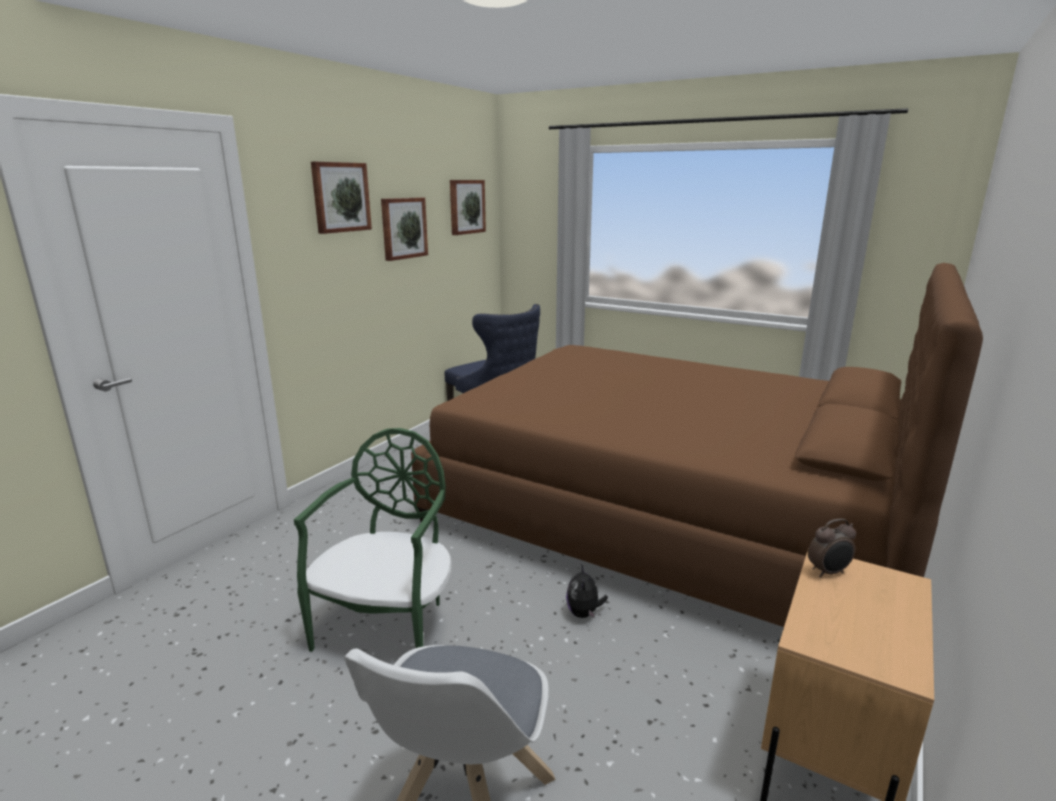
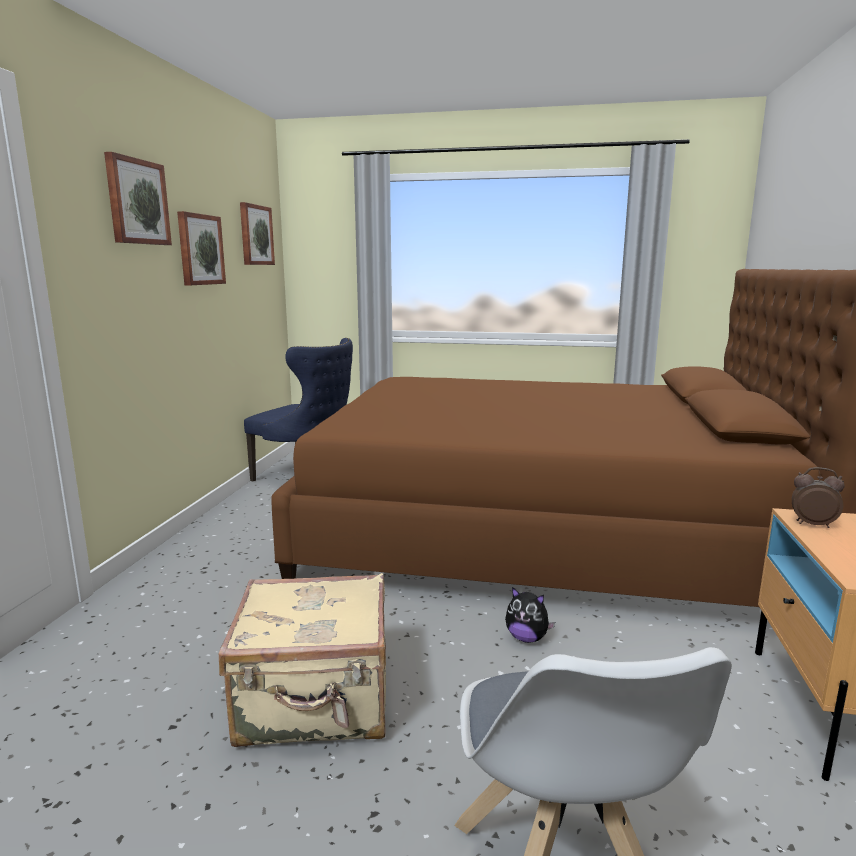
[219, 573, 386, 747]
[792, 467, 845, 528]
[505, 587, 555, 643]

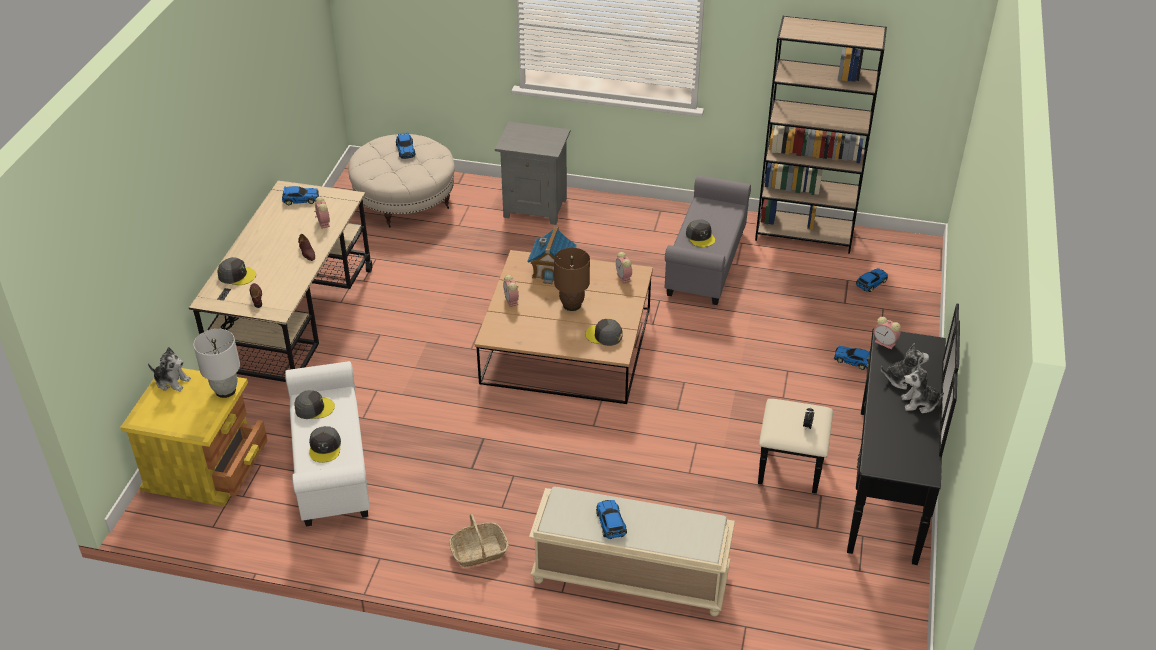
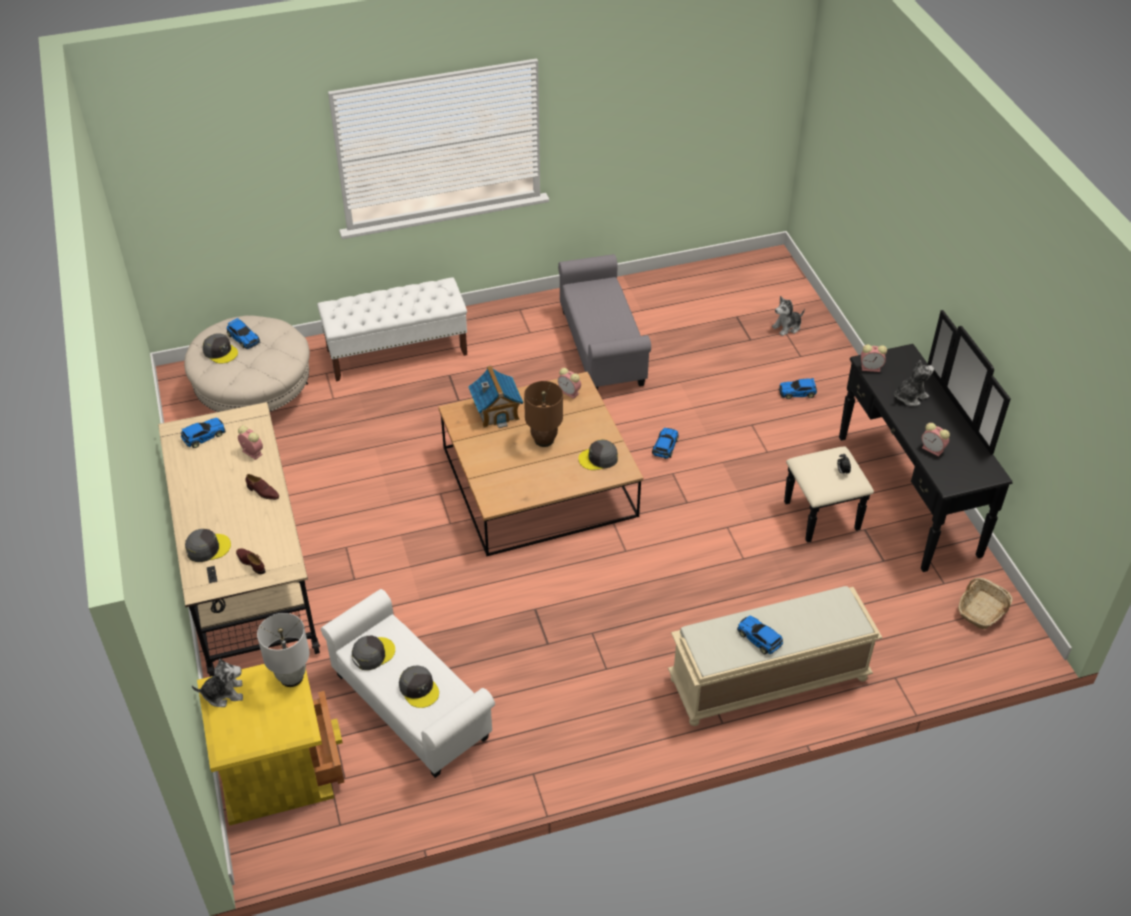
[755, 16, 887, 253] (first image)
[317, 277, 467, 381]
[203, 333, 238, 363]
[652, 428, 679, 459]
[922, 423, 950, 457]
[772, 296, 805, 336]
[958, 578, 1012, 629]

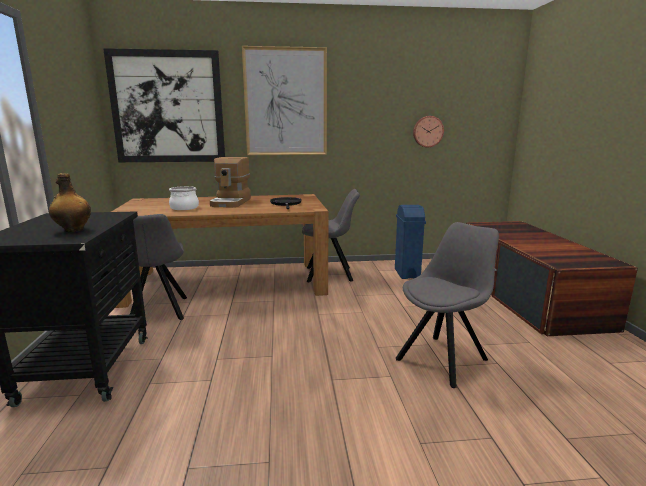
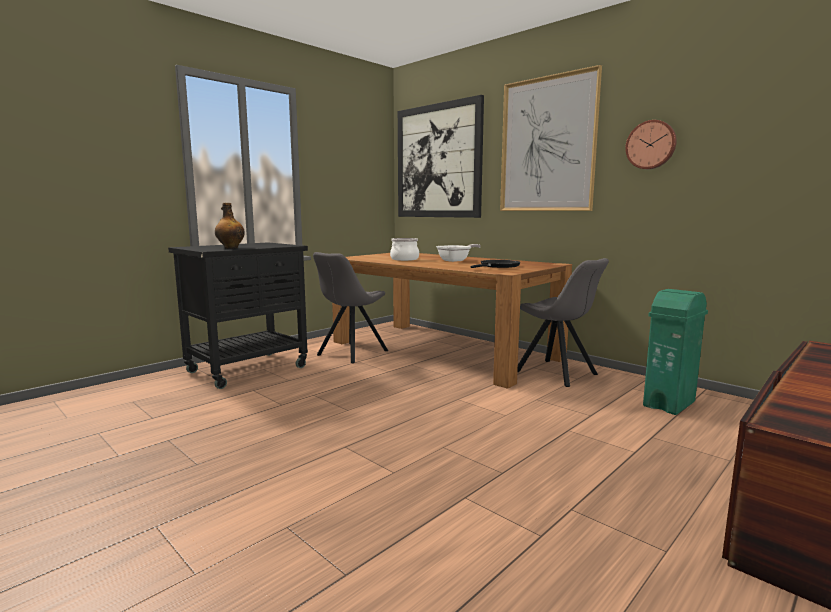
[625, 120, 677, 169]
[436, 244, 481, 262]
[643, 289, 708, 415]
[396, 222, 499, 388] (first image)

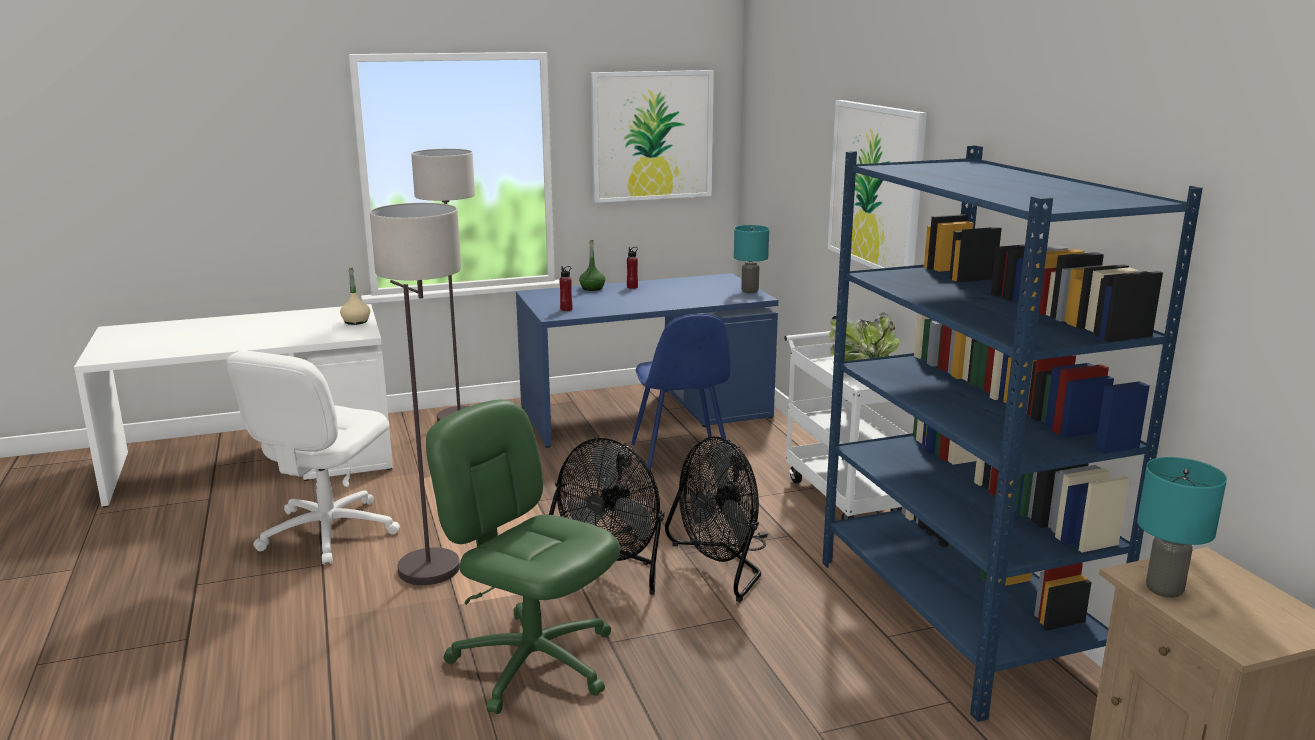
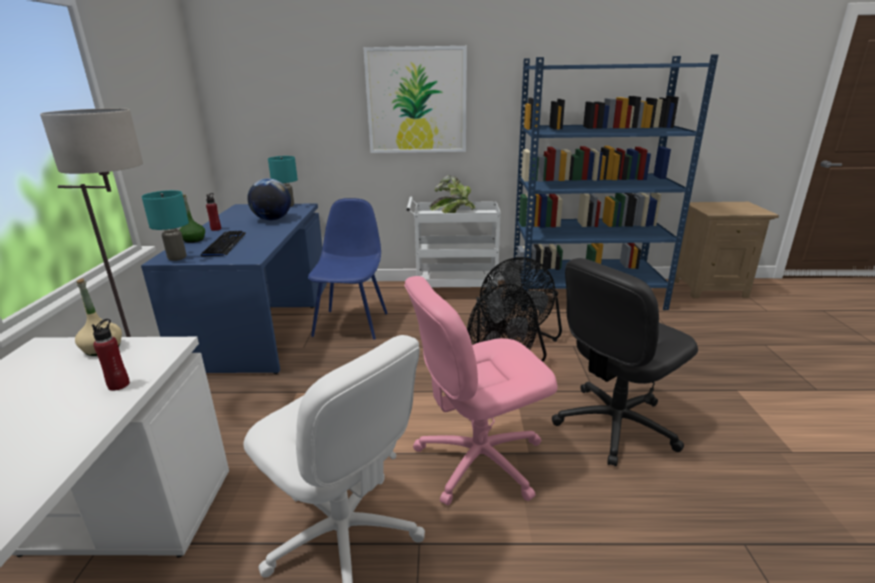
[591, 70, 714, 203] (first image)
[404, 276, 558, 506]
[92, 319, 130, 391]
[308, 198, 388, 340]
[552, 258, 698, 467]
[142, 190, 189, 261]
[247, 178, 291, 220]
[201, 231, 246, 257]

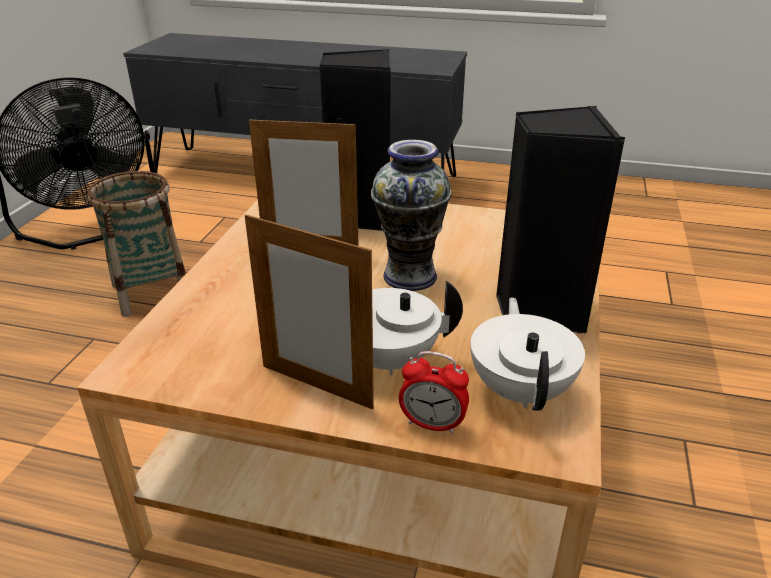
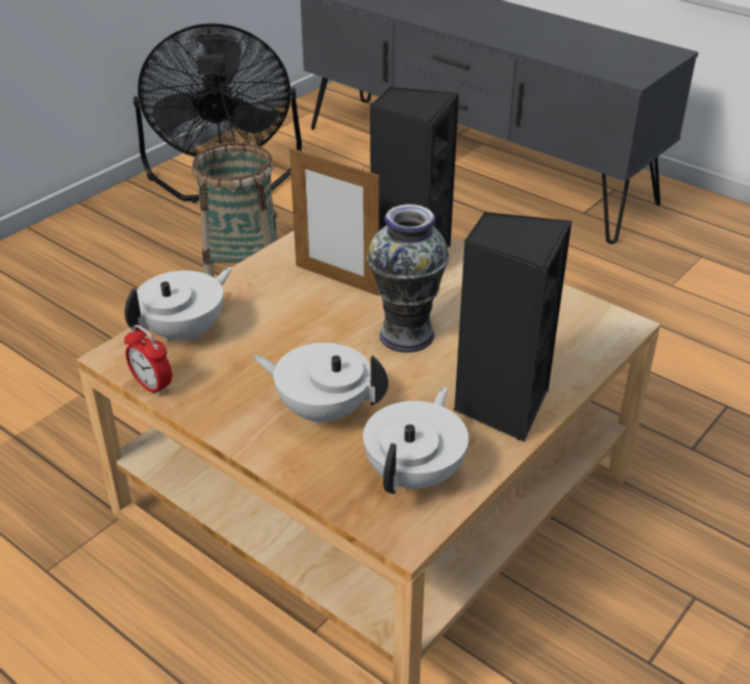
[245, 213, 374, 410] (first image)
[124, 325, 172, 397]
[125, 267, 232, 343]

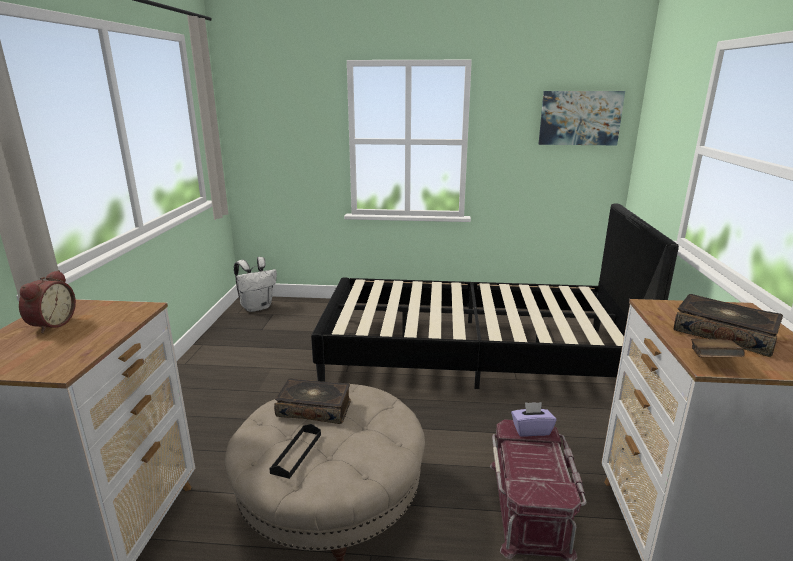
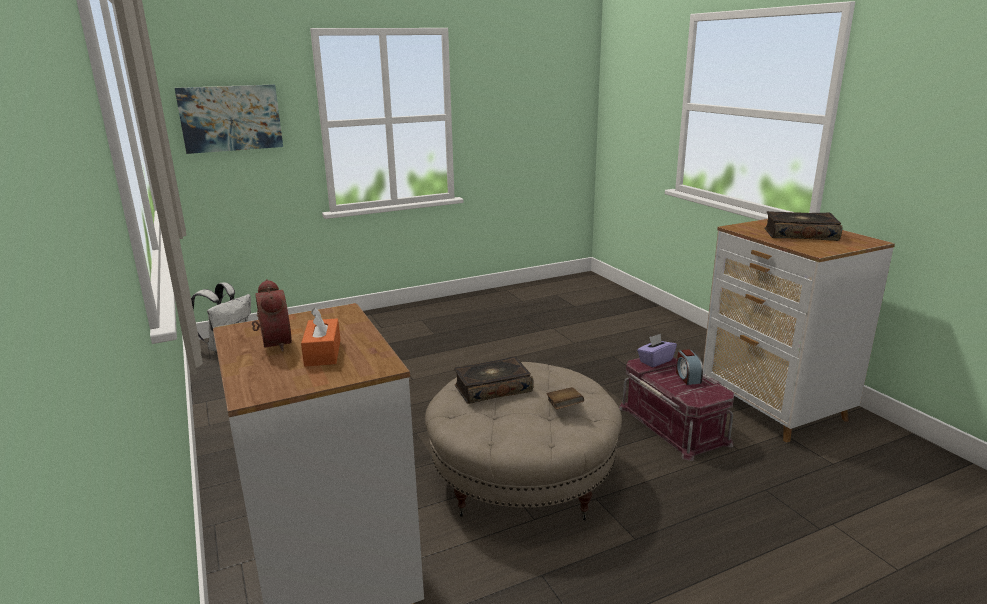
[175, 84, 283, 154]
[311, 204, 679, 389] (first image)
[546, 387, 584, 409]
[269, 424, 321, 479] (first image)
[301, 307, 340, 367]
[676, 349, 703, 385]

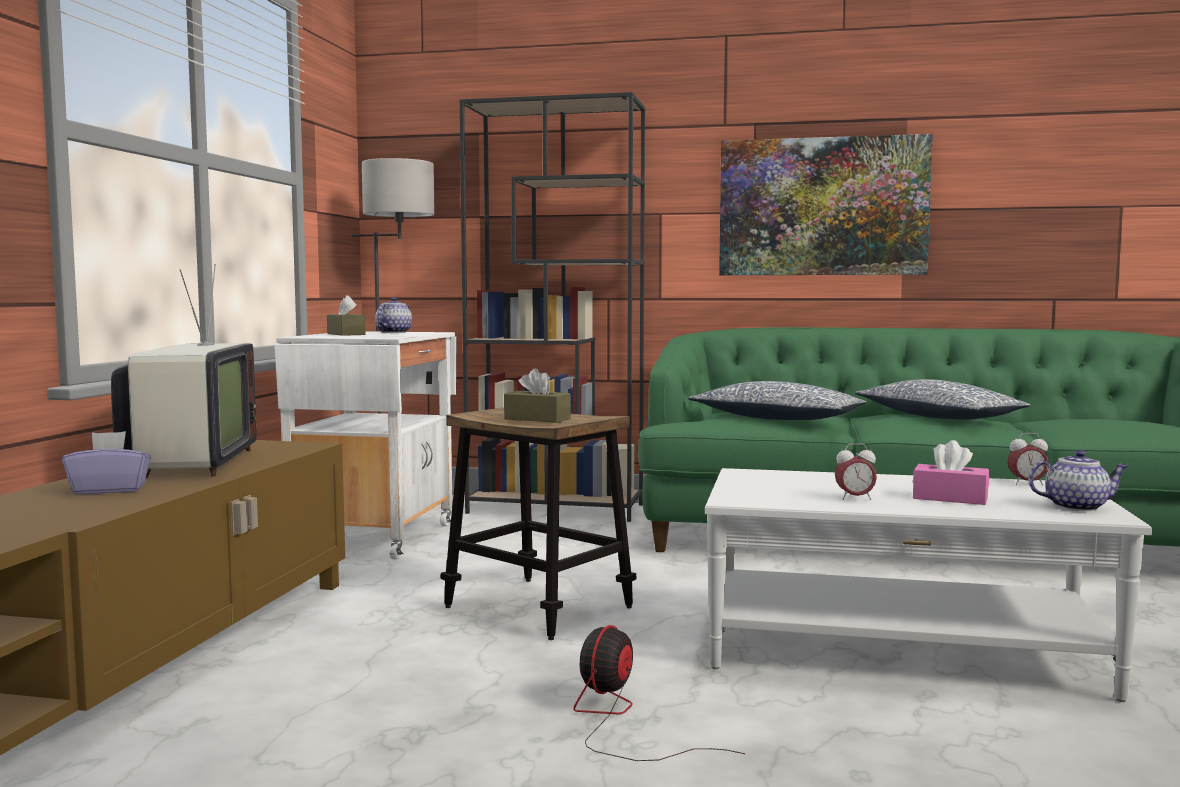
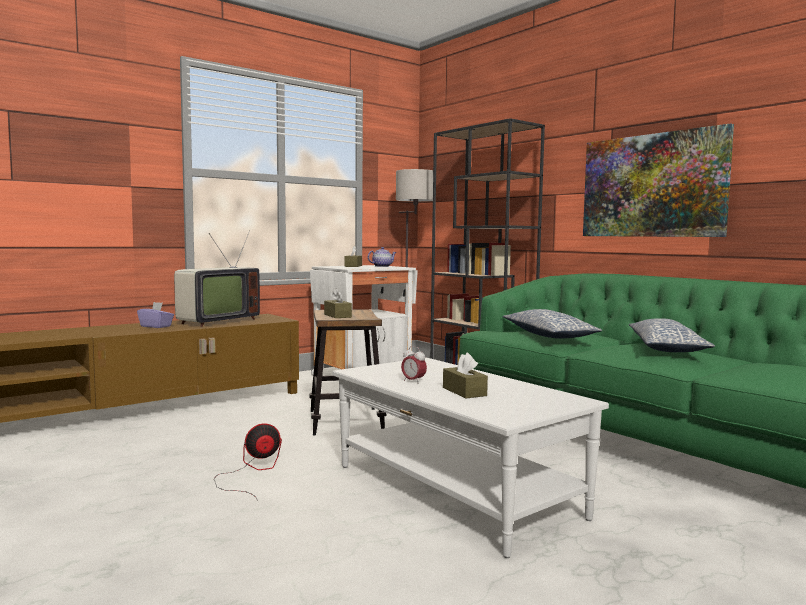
[1008, 433, 1049, 485] (first image)
[443, 353, 488, 398]
[1028, 450, 1128, 511] (first image)

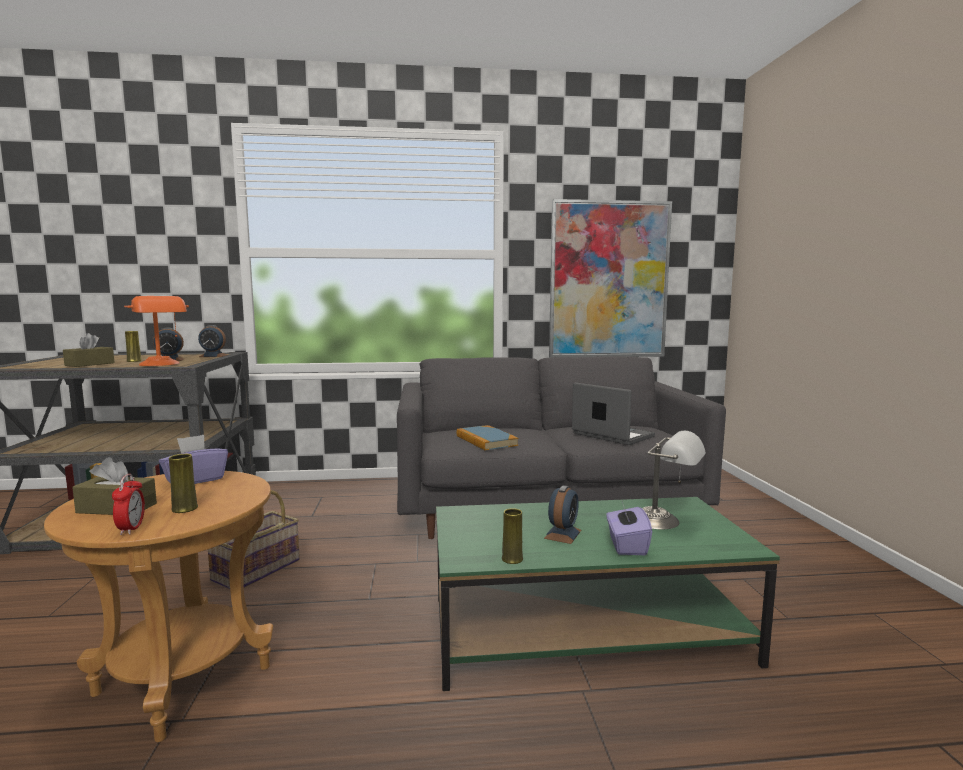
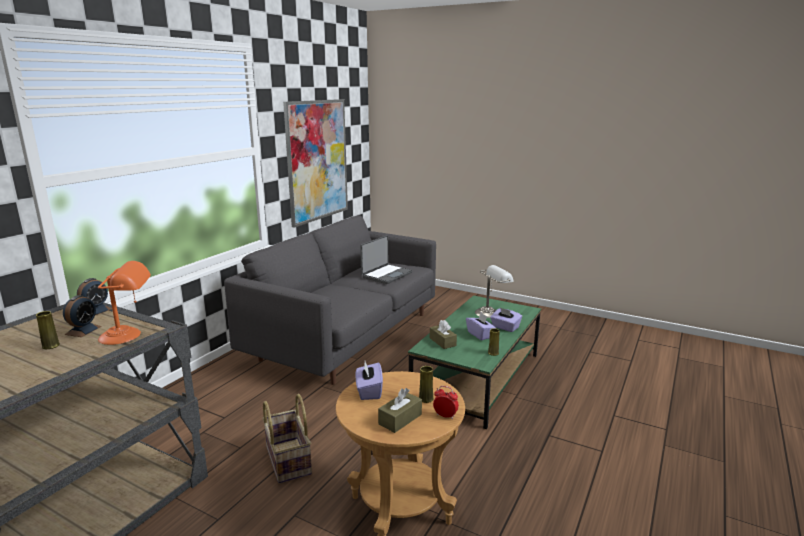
[430, 320, 457, 349]
[360, 235, 413, 284]
[457, 425, 518, 450] (first image)
[466, 313, 496, 340]

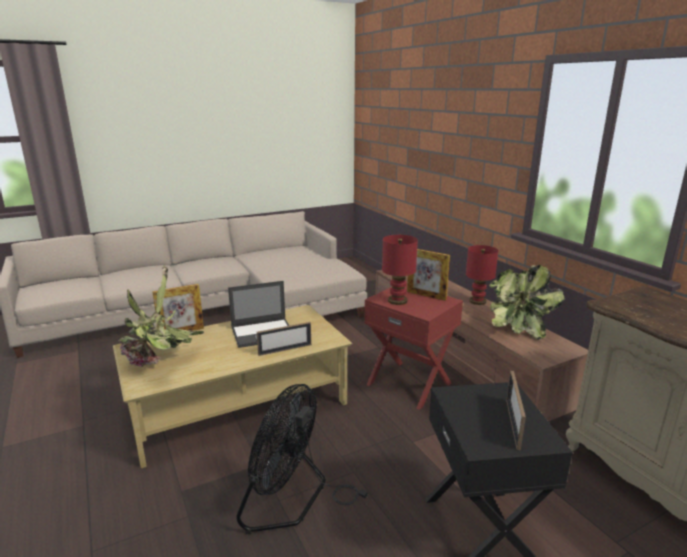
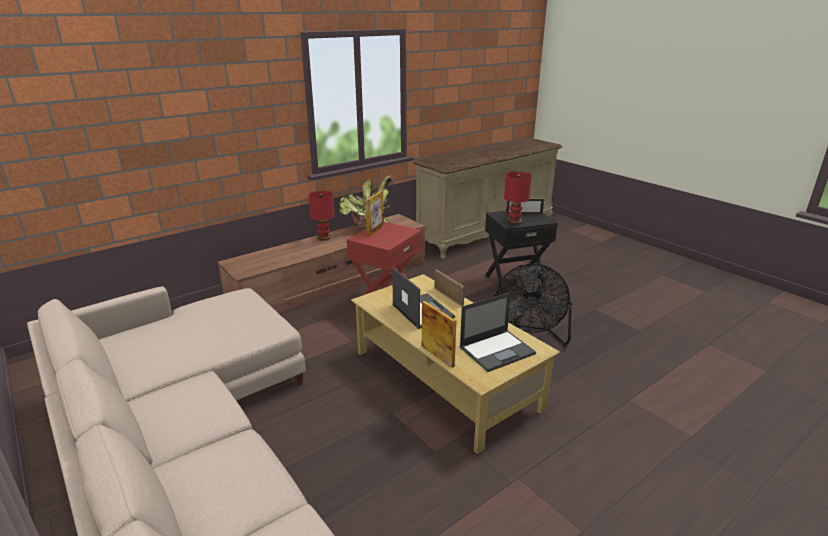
[504, 171, 532, 224]
[459, 292, 536, 372]

